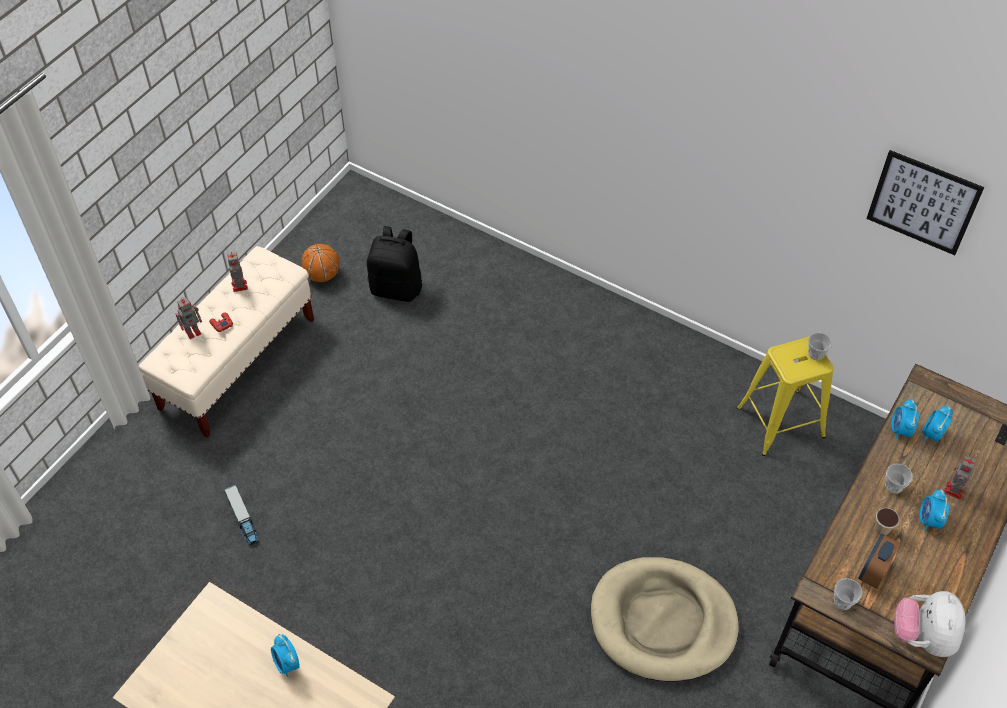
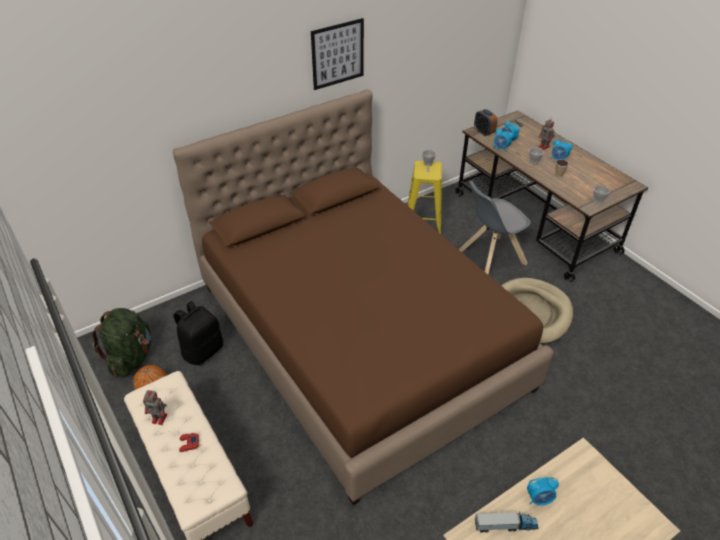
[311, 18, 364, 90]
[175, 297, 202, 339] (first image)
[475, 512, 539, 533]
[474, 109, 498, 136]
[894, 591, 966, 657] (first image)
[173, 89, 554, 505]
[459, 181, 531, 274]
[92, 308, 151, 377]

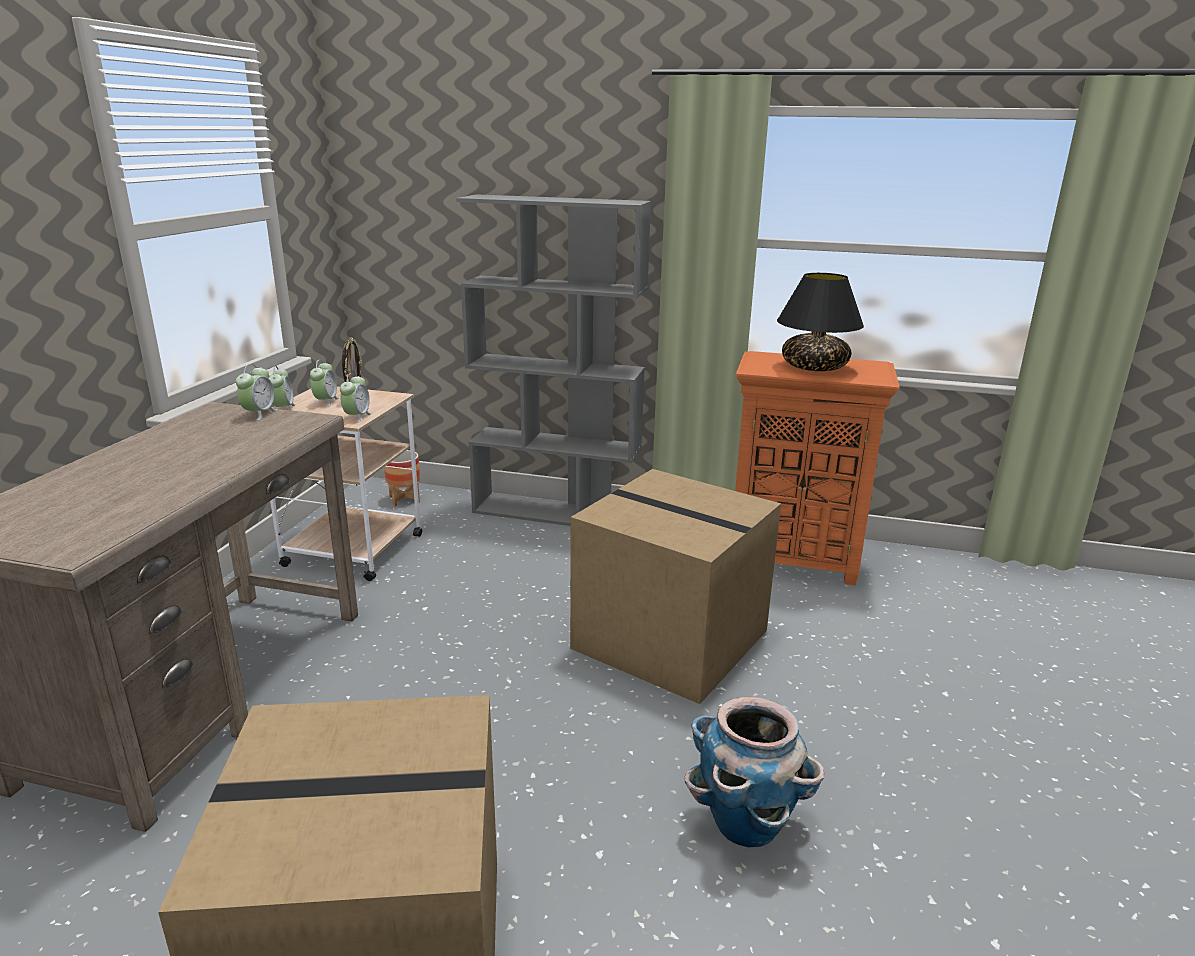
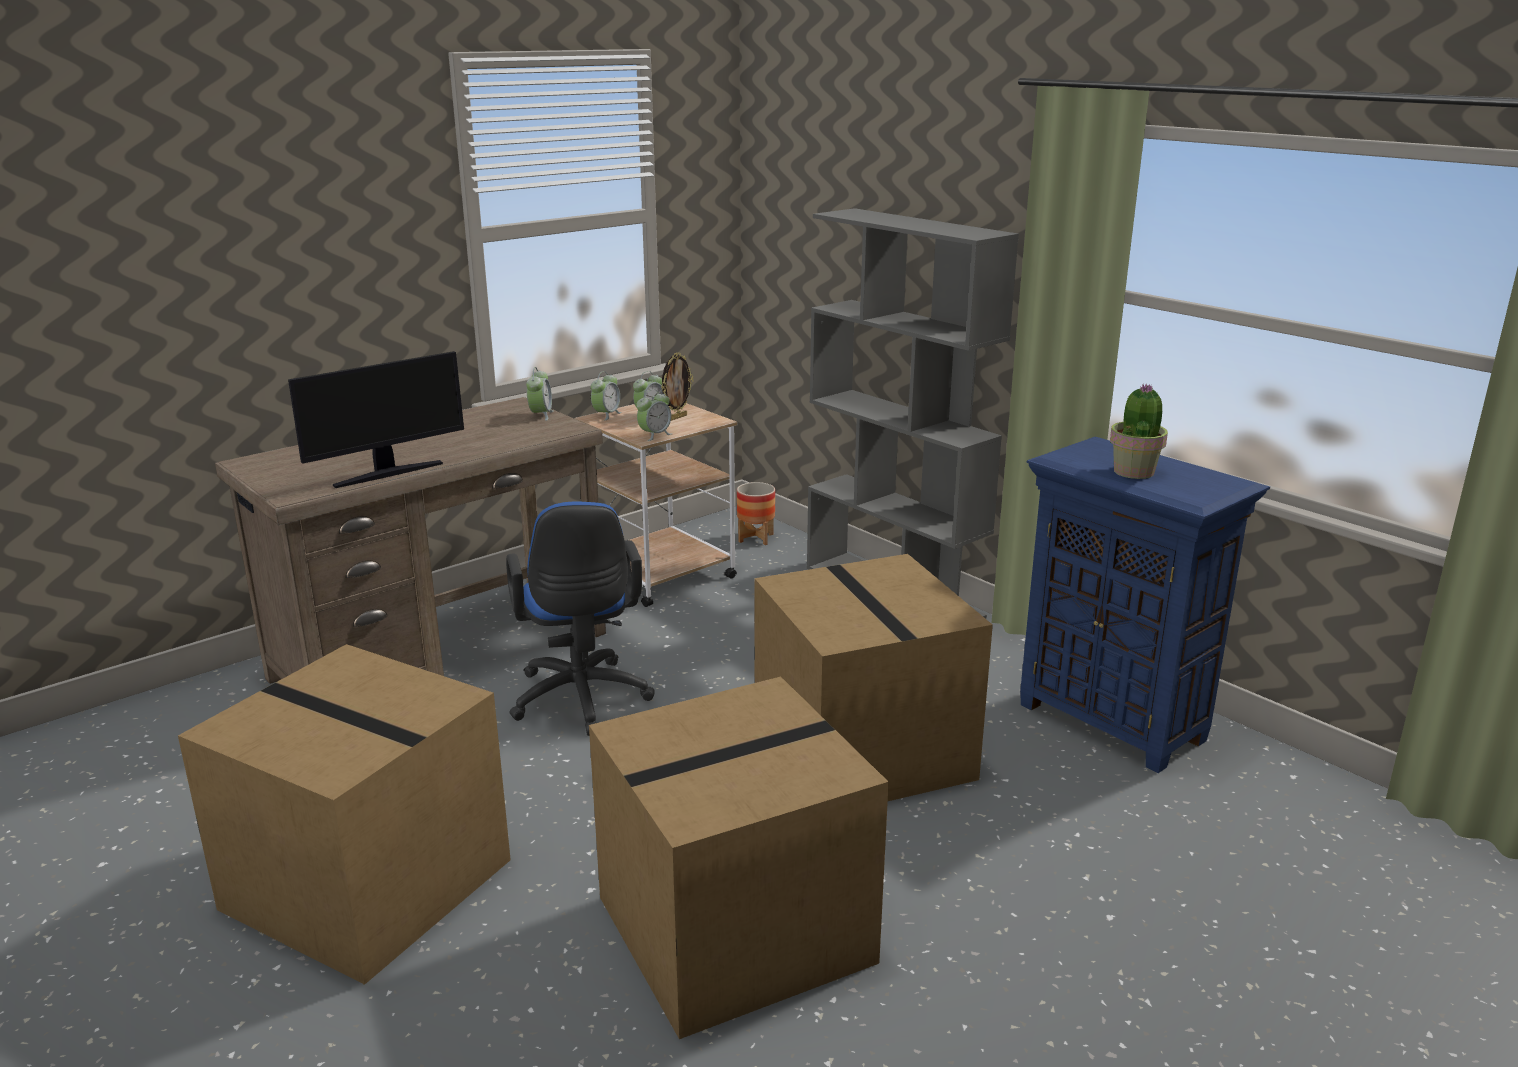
[1110, 384, 1168, 479]
[1020, 437, 1270, 773]
[526, 367, 554, 421]
[589, 677, 889, 1039]
[288, 351, 464, 488]
[506, 502, 655, 736]

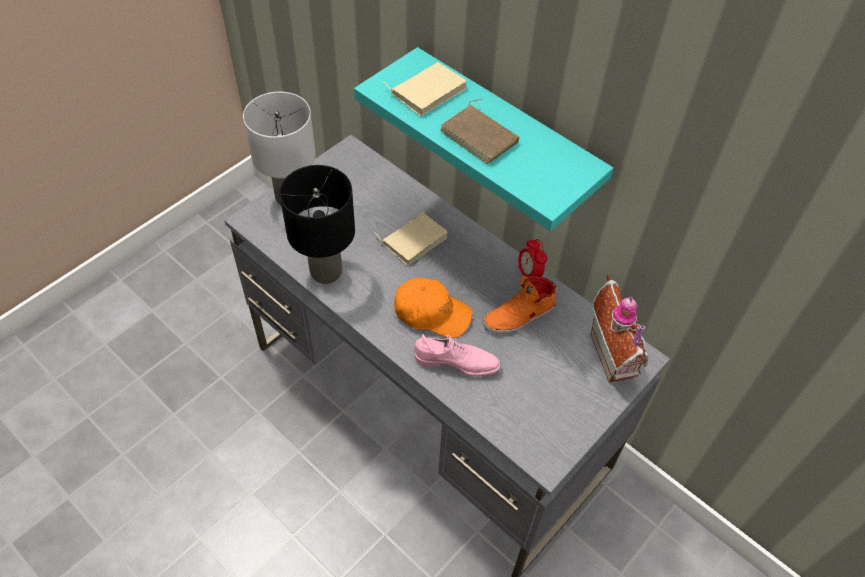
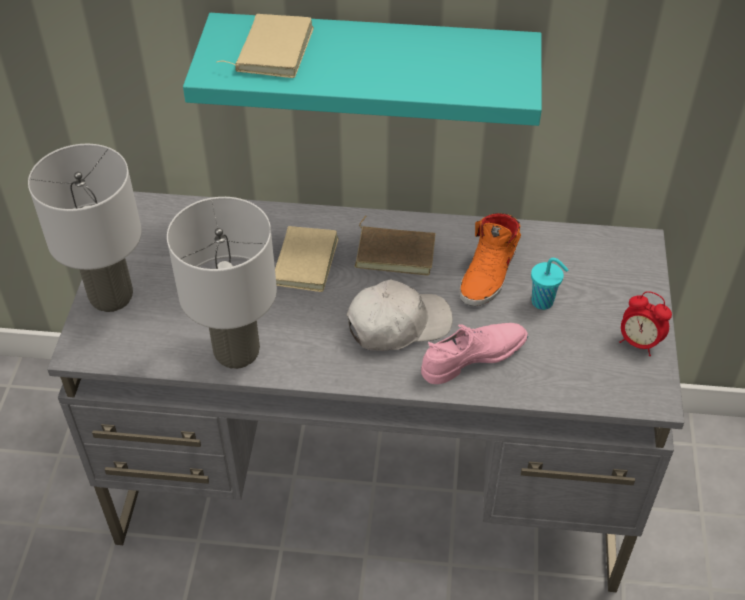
[355, 215, 436, 275]
[167, 197, 277, 369]
[619, 291, 672, 356]
[591, 274, 649, 383] (first image)
[346, 279, 453, 351]
[531, 258, 568, 310]

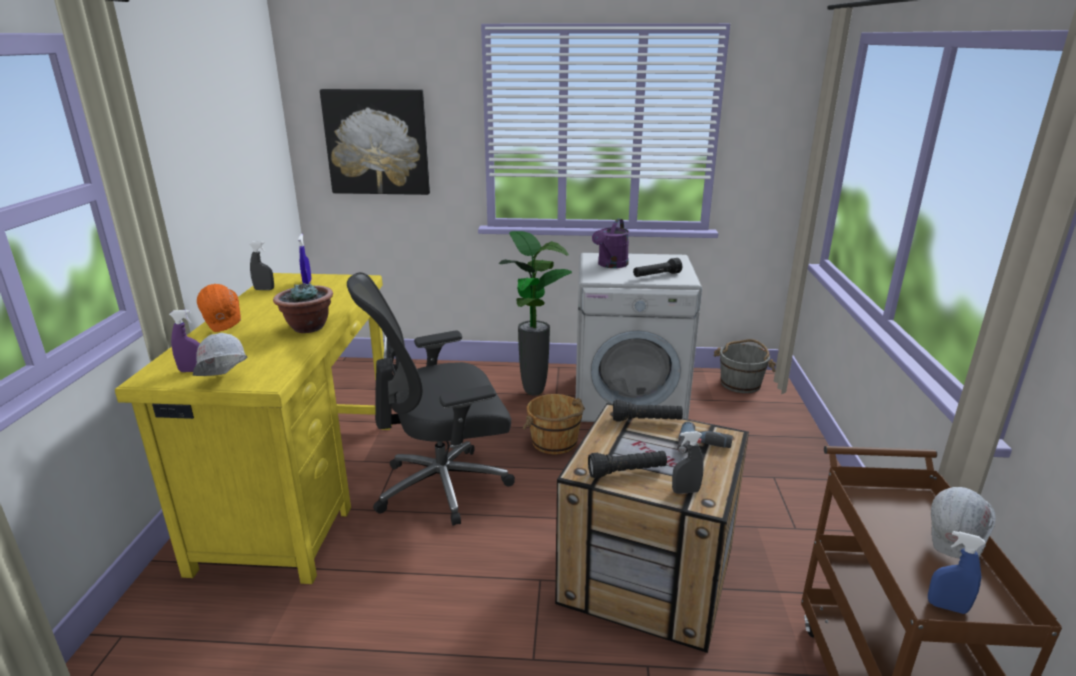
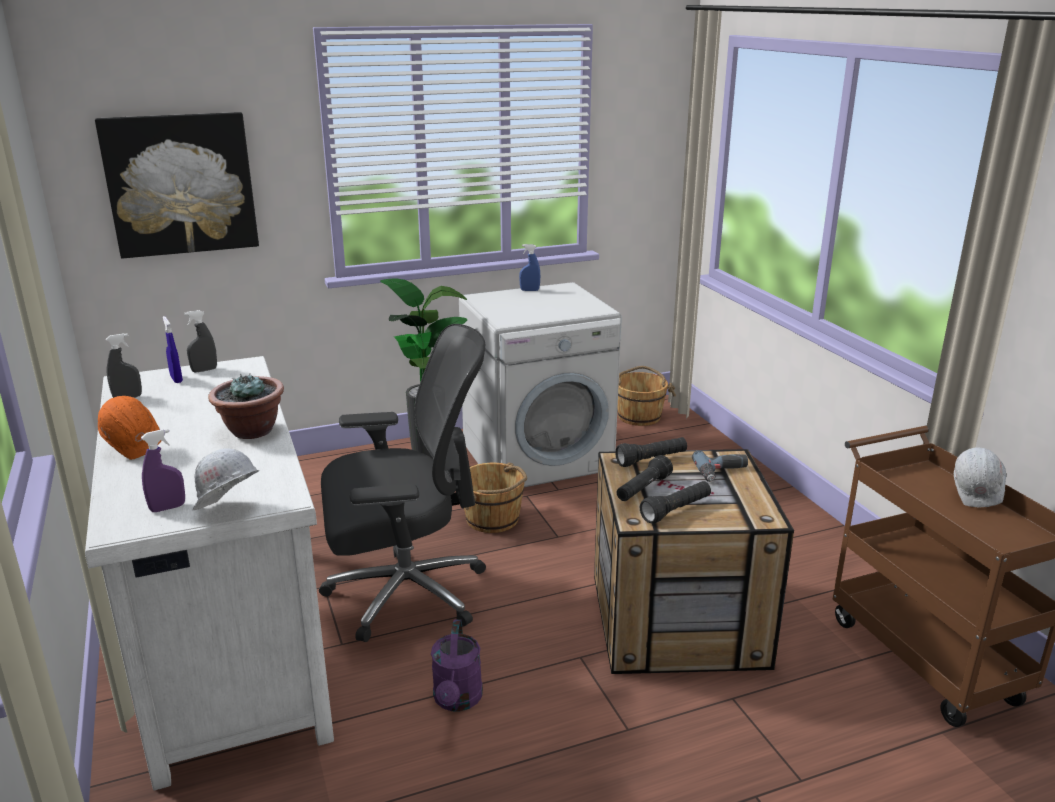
[431, 619, 483, 712]
[617, 455, 673, 501]
[319, 324, 486, 642]
[85, 356, 334, 790]
[617, 366, 676, 426]
[184, 310, 217, 372]
[519, 244, 540, 291]

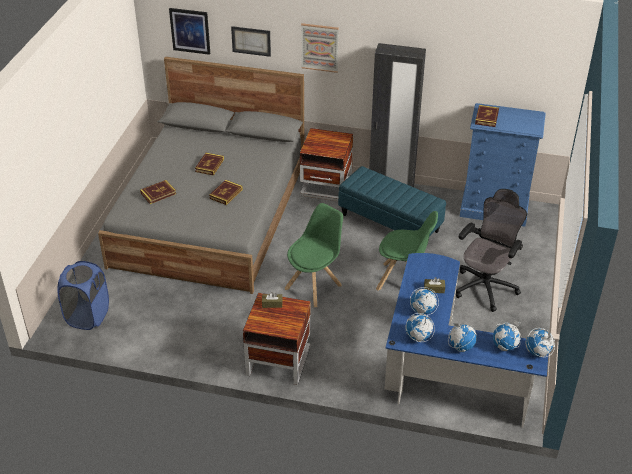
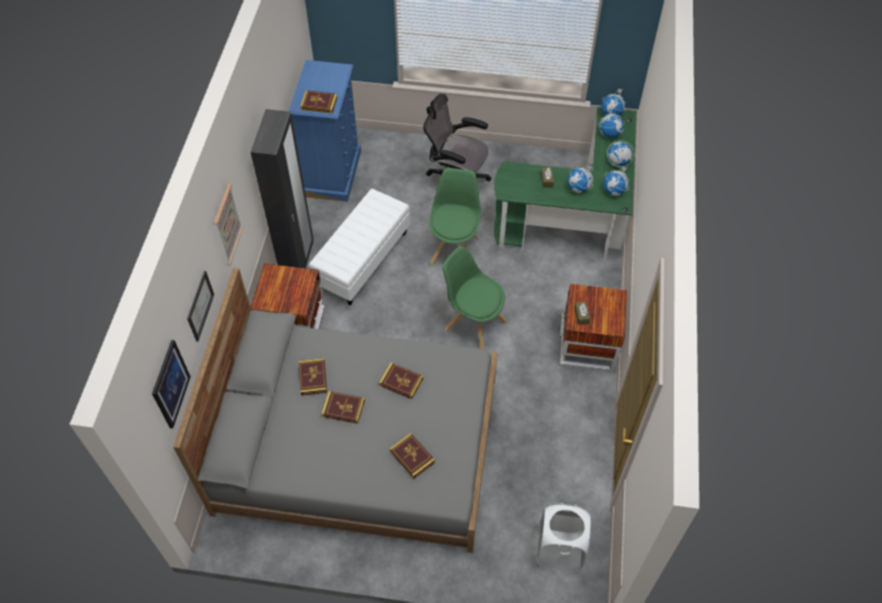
[309, 189, 410, 305]
[494, 107, 636, 259]
[536, 503, 591, 572]
[299, 358, 327, 396]

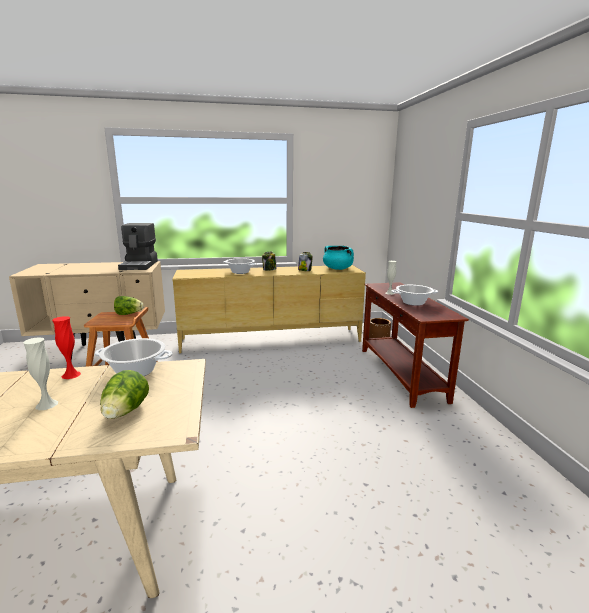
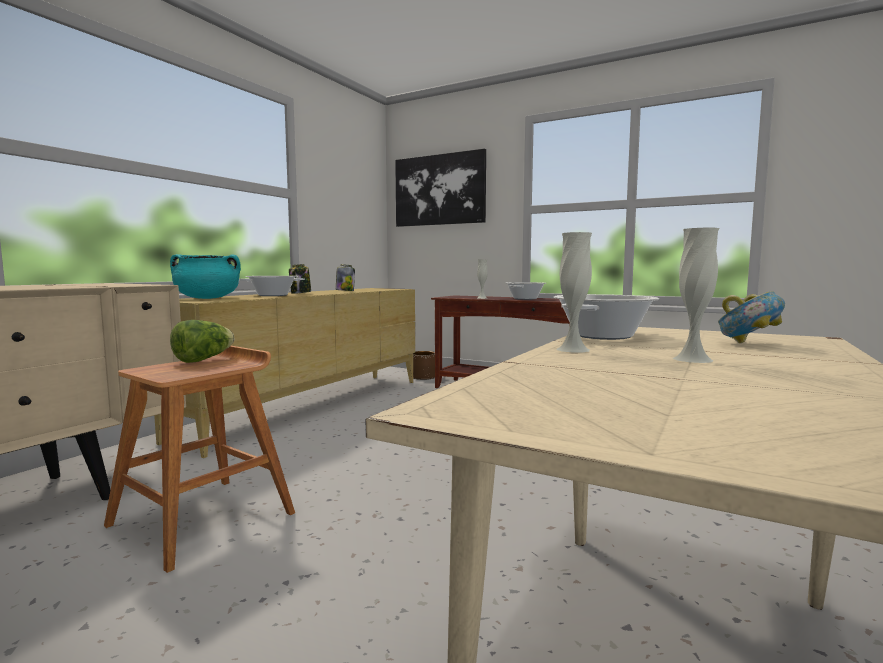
[118, 223, 158, 270] (first image)
[170, 254, 241, 299]
[556, 232, 592, 352]
[718, 291, 785, 343]
[395, 149, 486, 227]

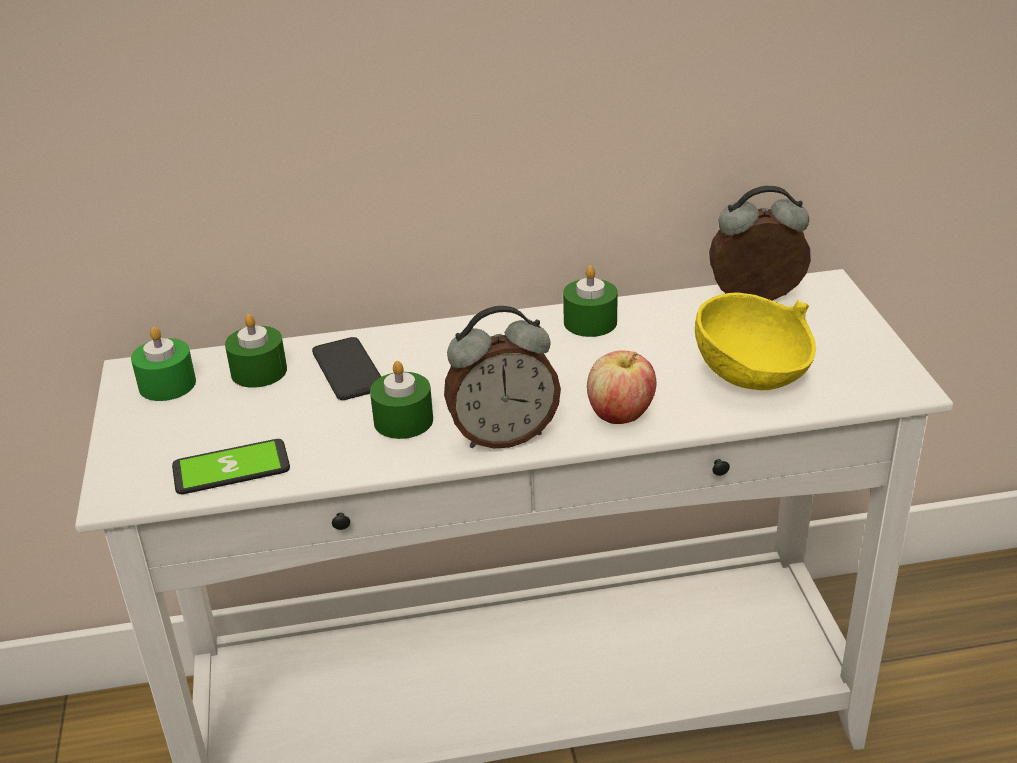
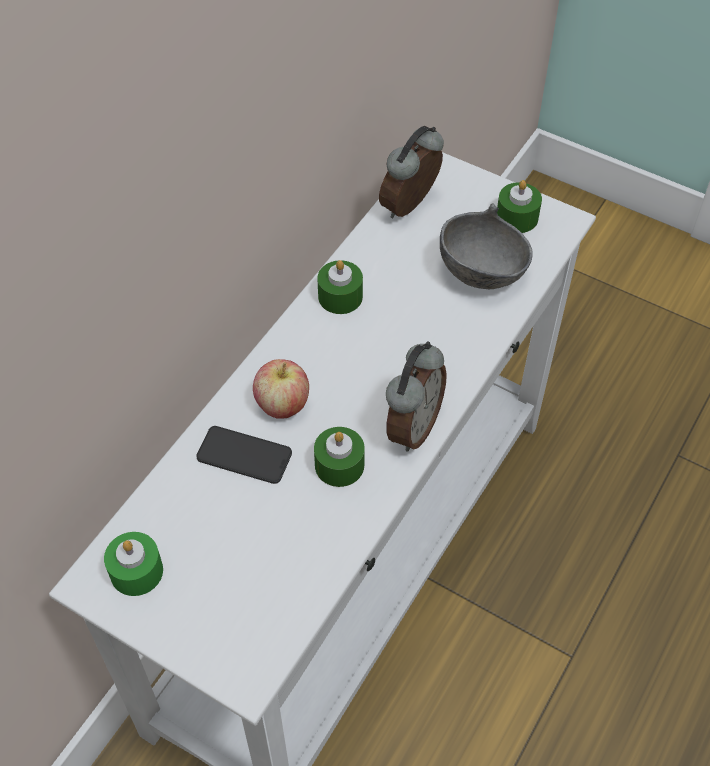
[440, 203, 533, 289]
[497, 180, 542, 233]
[253, 359, 309, 419]
[172, 439, 290, 494] (first image)

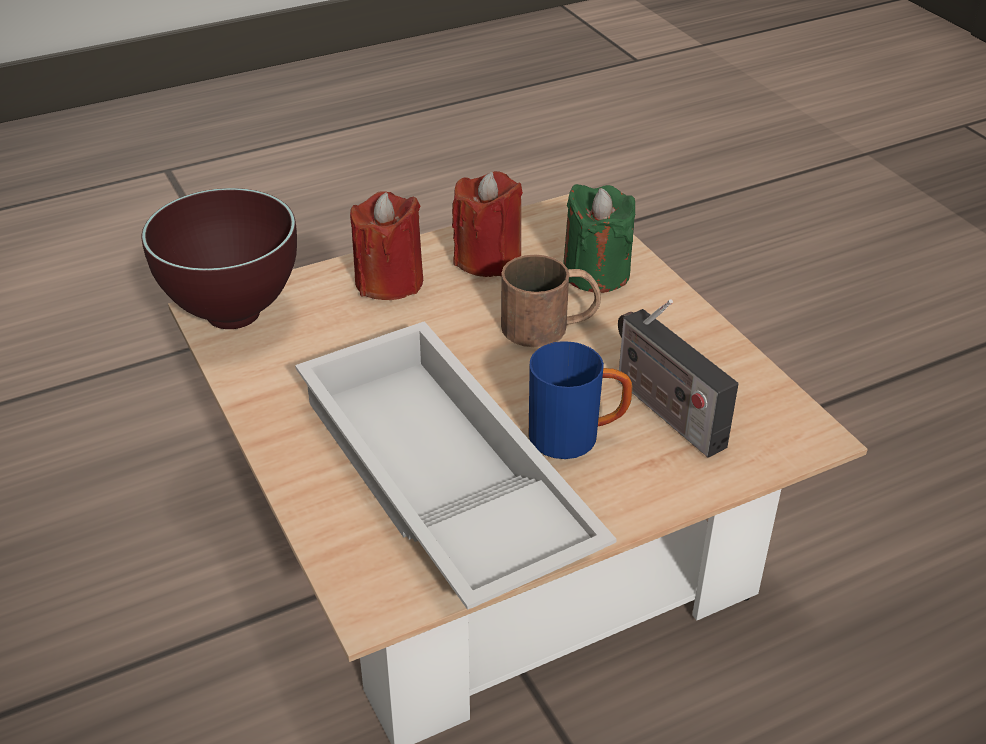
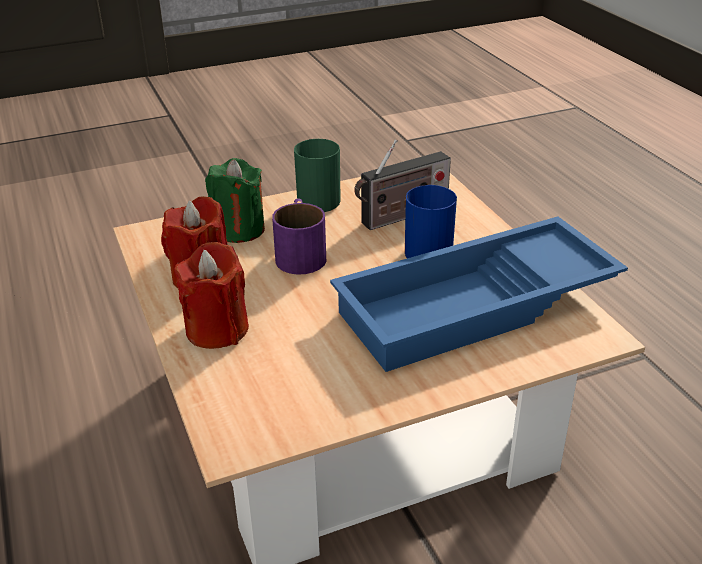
[142, 188, 297, 329] (first image)
[272, 198, 326, 275]
[330, 216, 628, 372]
[294, 139, 341, 212]

